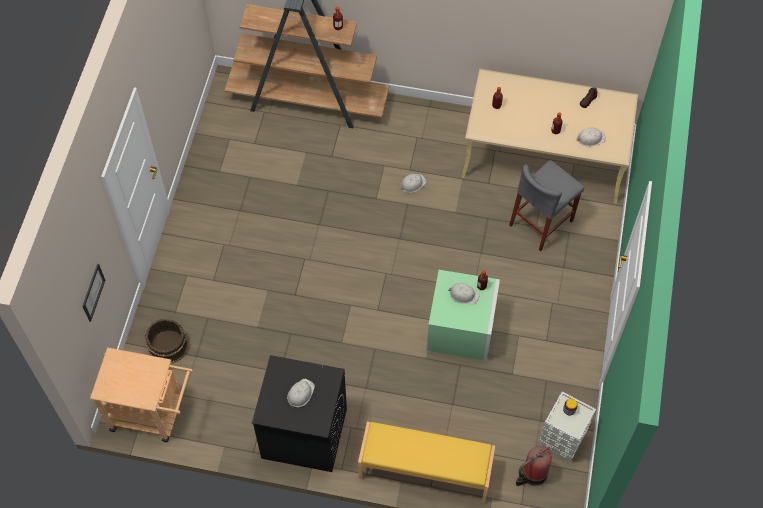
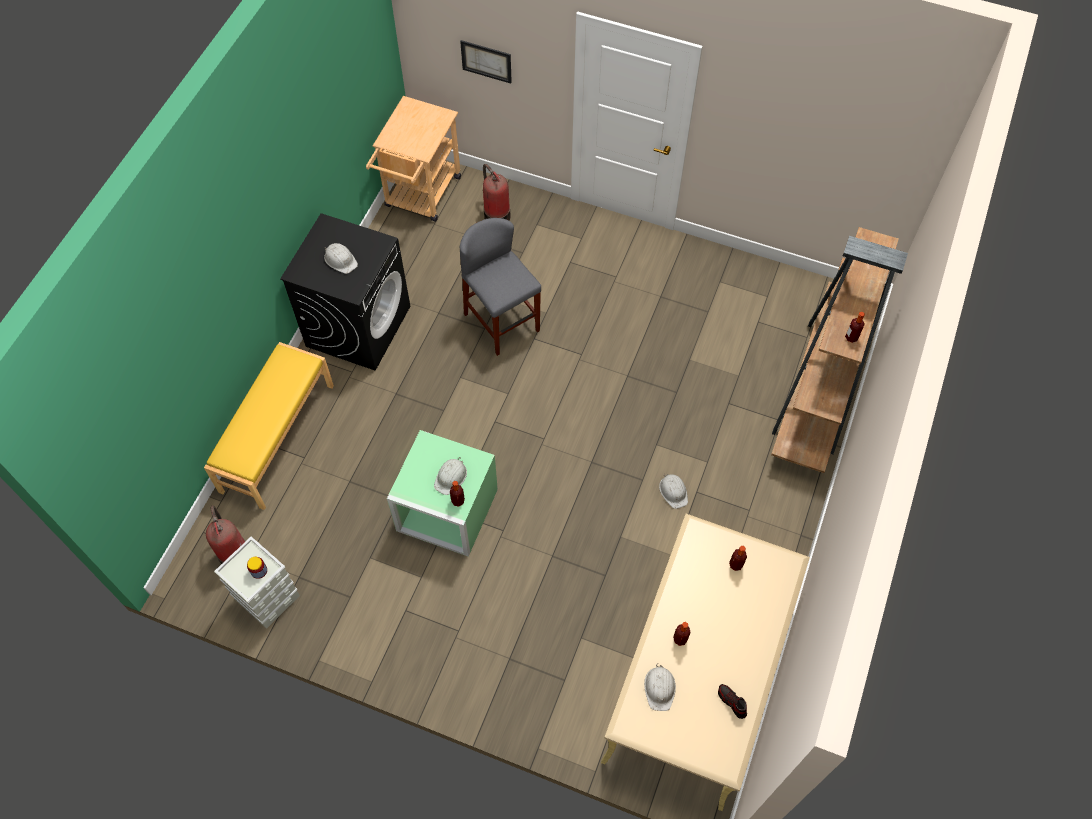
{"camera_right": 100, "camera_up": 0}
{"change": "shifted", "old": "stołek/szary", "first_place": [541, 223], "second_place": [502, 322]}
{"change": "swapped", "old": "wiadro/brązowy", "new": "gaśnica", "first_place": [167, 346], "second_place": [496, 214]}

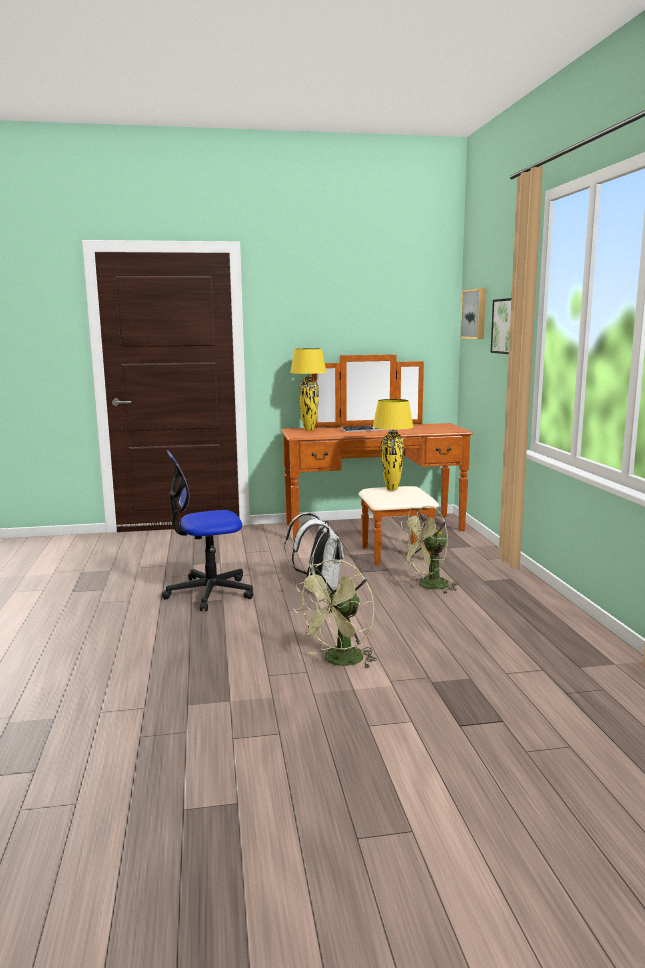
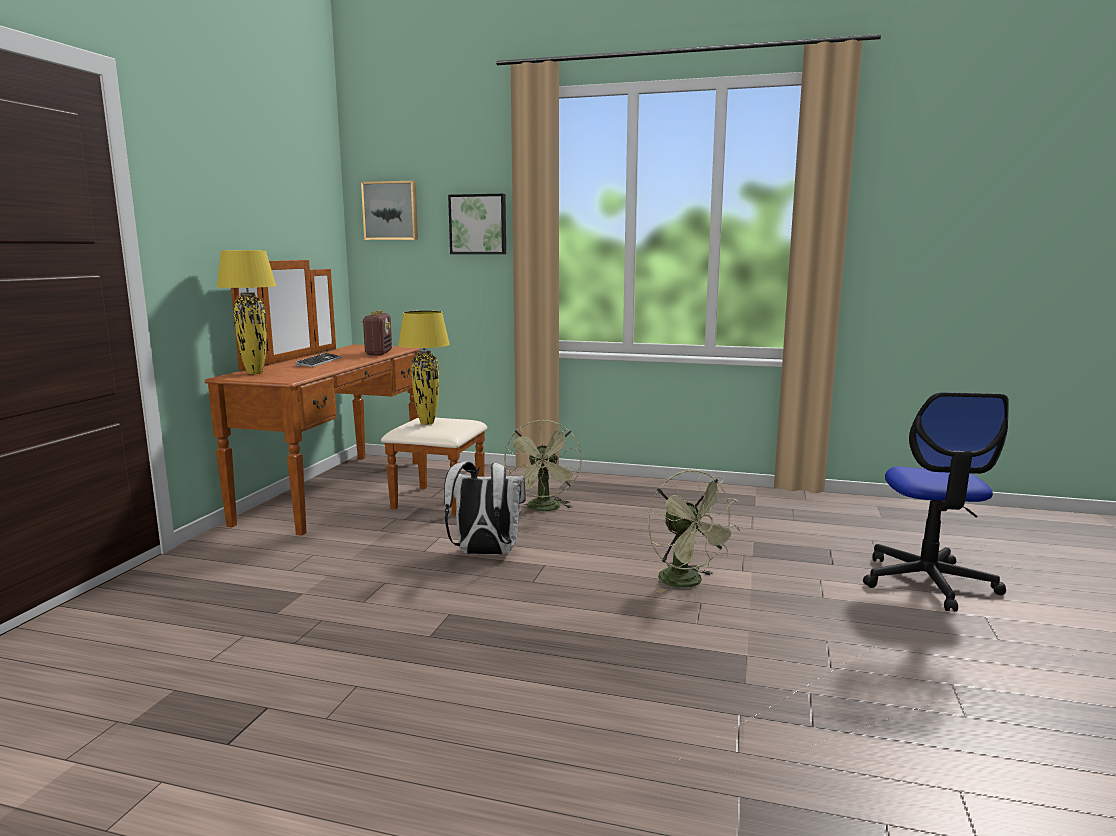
{"camera_right": -65, "camera_up": 0}
{"change": "shifted", "old": "krzesło biurowe", "first_place": [209, 593], "second_place": [927, 582]}
{"change": "new", "new": "radio", "second_place": [378, 353]}

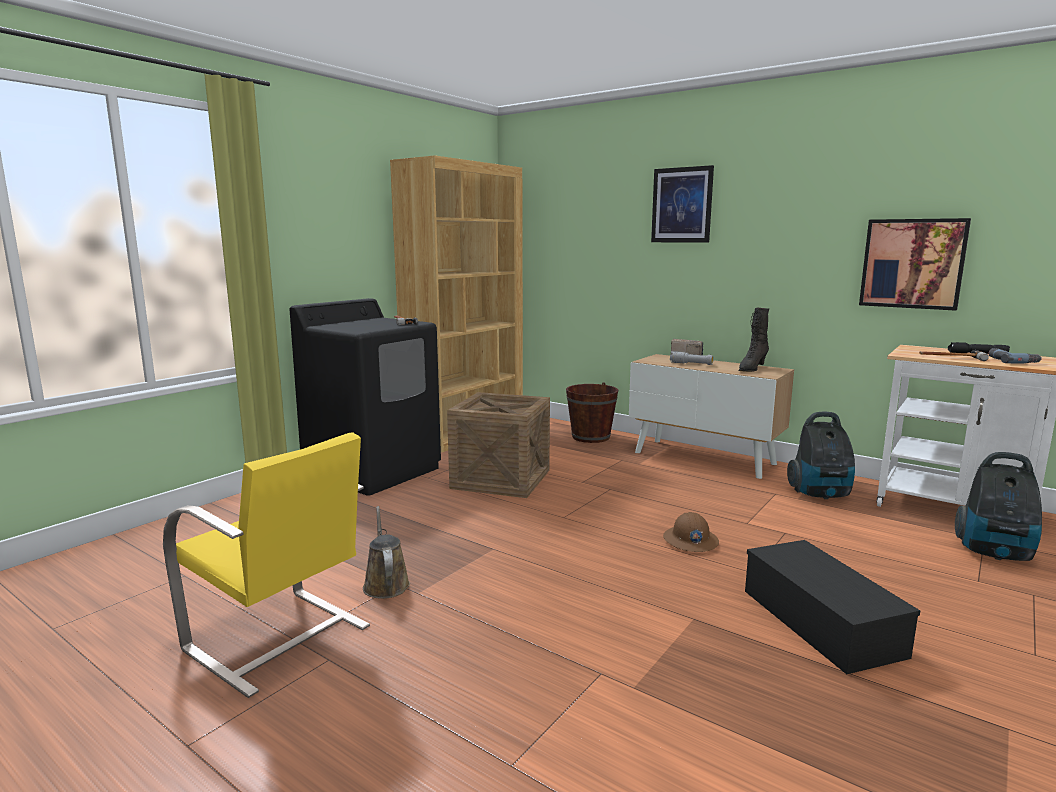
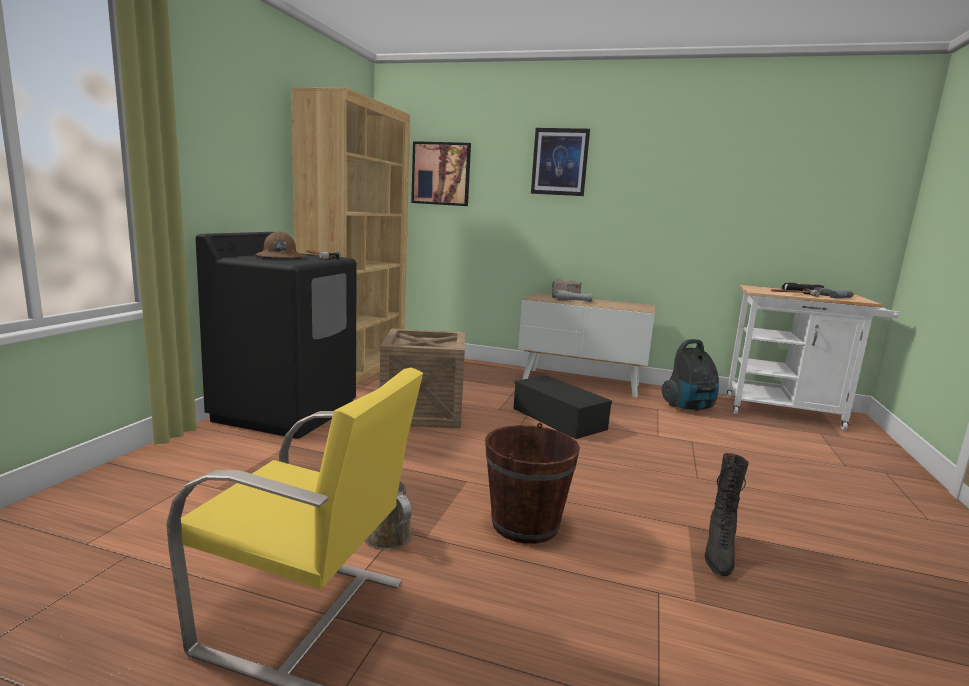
{"camera_right": -20, "camera_up": 0}
{"change": "shifted", "old": "obraz", "first_place": [912, 263], "second_place": [441, 174]}
{"change": "shifted", "old": "but z cholewką/czarny", "first_place": [751, 369], "second_place": [719, 554]}
{"change": "shifted", "old": "wiadro/brązowy", "first_place": [591, 437], "second_place": [525, 524]}
{"change": "gone", "old": "odkurzacz", "first_place": [995, 553]}
{"change": "shifted", "old": "kask/brązowy", "first_place": [690, 541], "second_place": [279, 257]}
{"change": "shifted", "old": "pojemnik do przechowywania/czarny", "first_place": [823, 623], "second_place": [560, 419]}

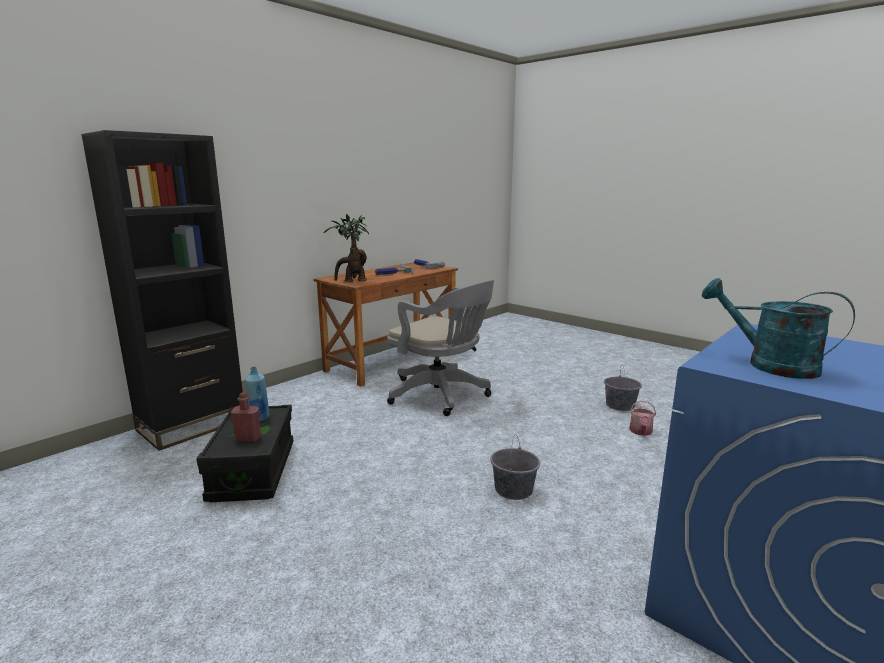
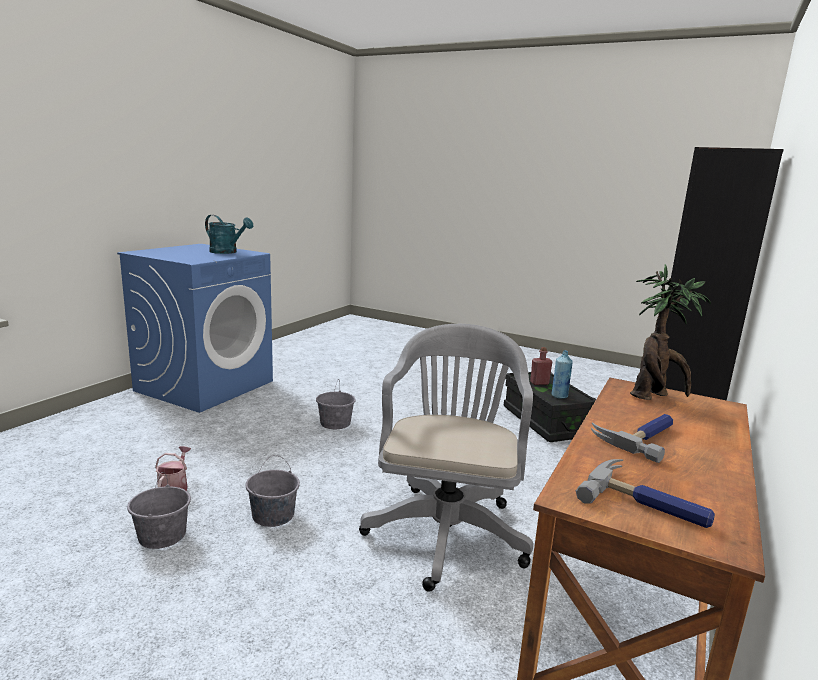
{"camera_right": 165, "camera_up": 0}
{"change": "rotated", "old": "krzesło biurowe/szary", "first_place": [442, 395], "second_place": [447, 529], "degrees": 75}
{"change": "new", "new": "wiadro/szary", "second_place": [273, 515]}

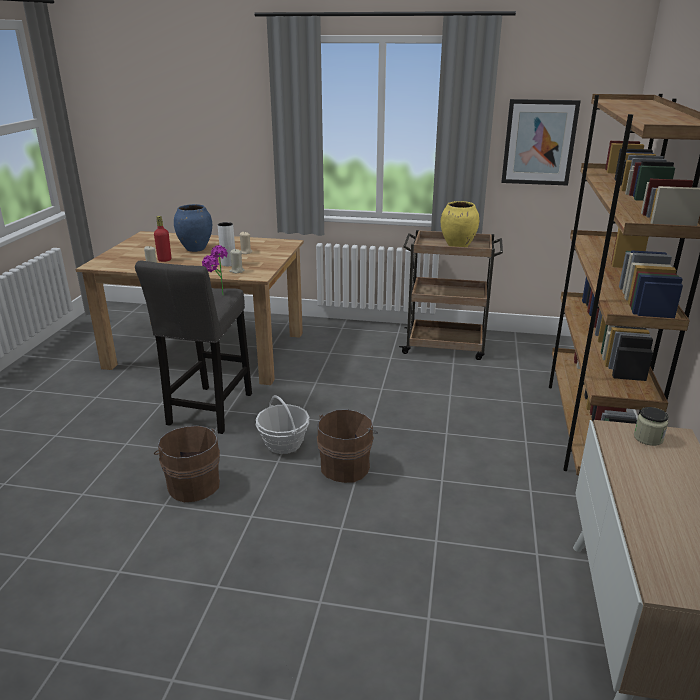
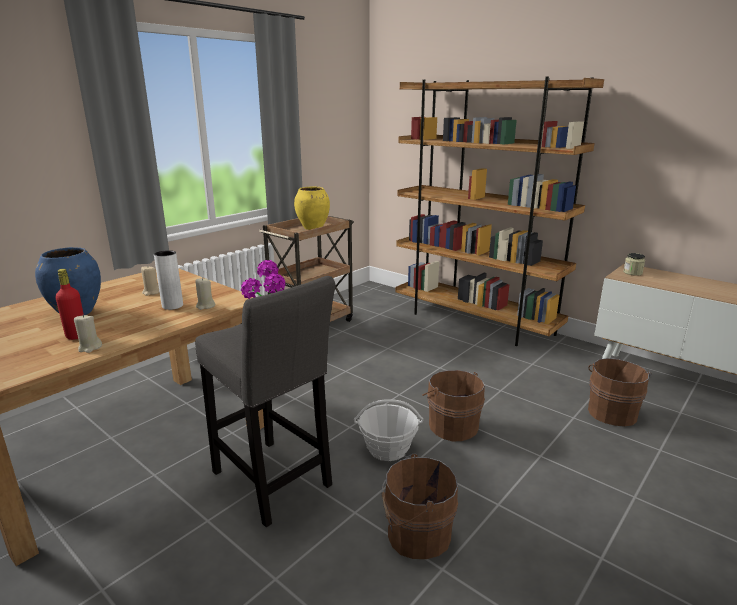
{"camera_right": -60, "camera_up": -5}
{"change": "gone", "old": "obraz", "first_place": [539, 142]}
{"change": "new", "new": "wiadro/brązowy", "second_place": [612, 411]}

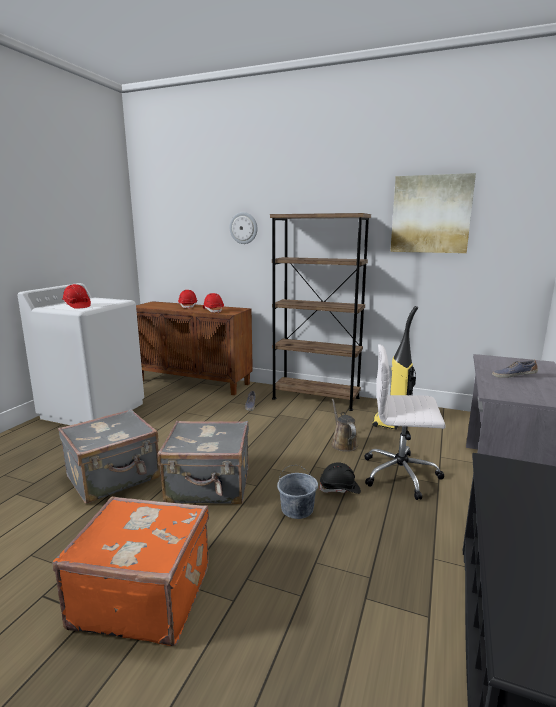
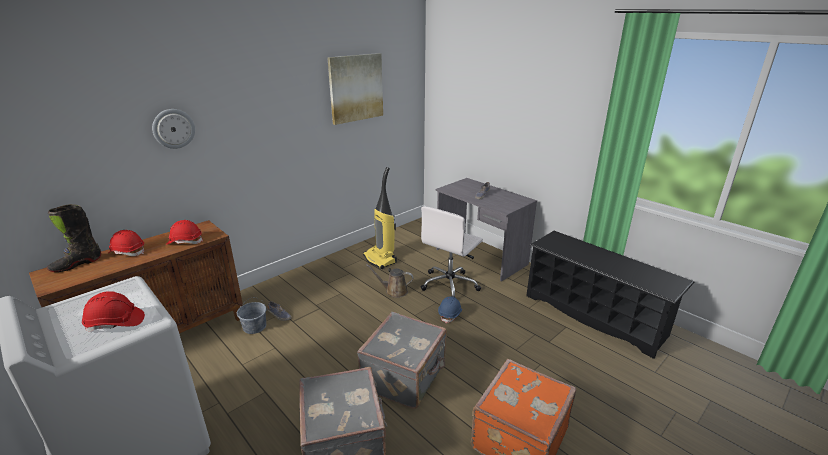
{"camera_right": -65, "camera_up": 10}
{"change": "gone", "old": "regał/brązowy", "first_place": [316, 398]}
{"change": "repainted", "old": "kask/czarny", "new": "kask/niebieski", "first_place": [340, 489], "second_place": [450, 314]}
{"change": "shifted", "old": "wiadro/szary", "first_place": [297, 509], "second_place": [255, 327]}
{"change": "new", "new": "but z cholewką/czarny", "second_place": [76, 264]}

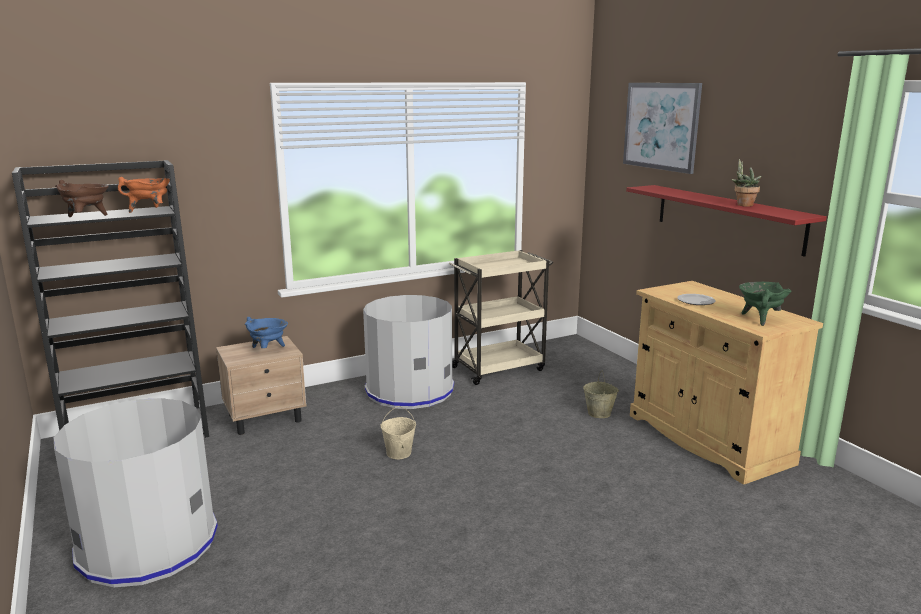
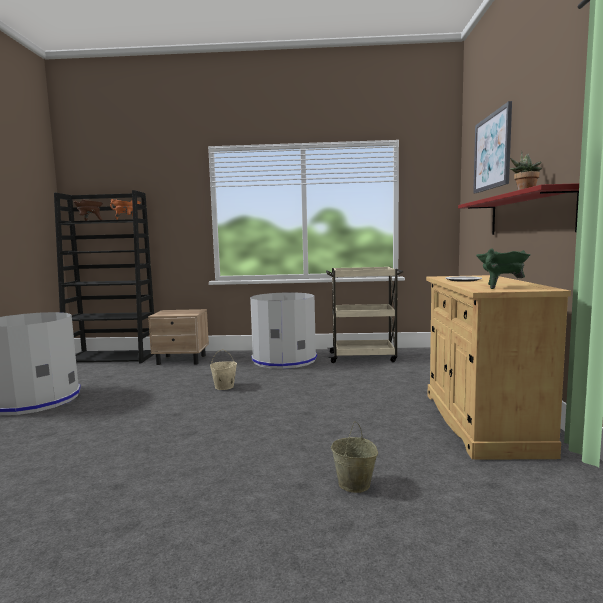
{"camera_right": 30, "camera_up": -10}
{"change": "gone", "old": "garnek/niebieski", "first_place": [268, 349]}
{"change": "shifted", "old": "wiadro/beżowy", "first_place": [599, 413], "second_place": [355, 484]}

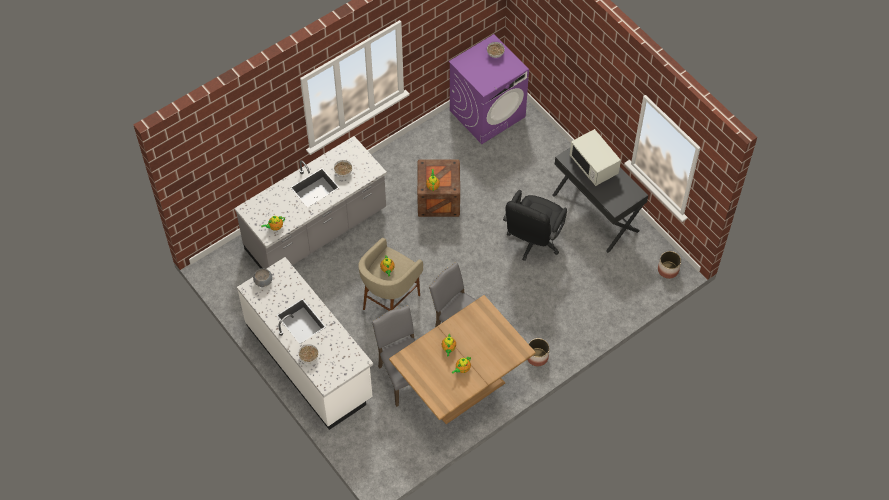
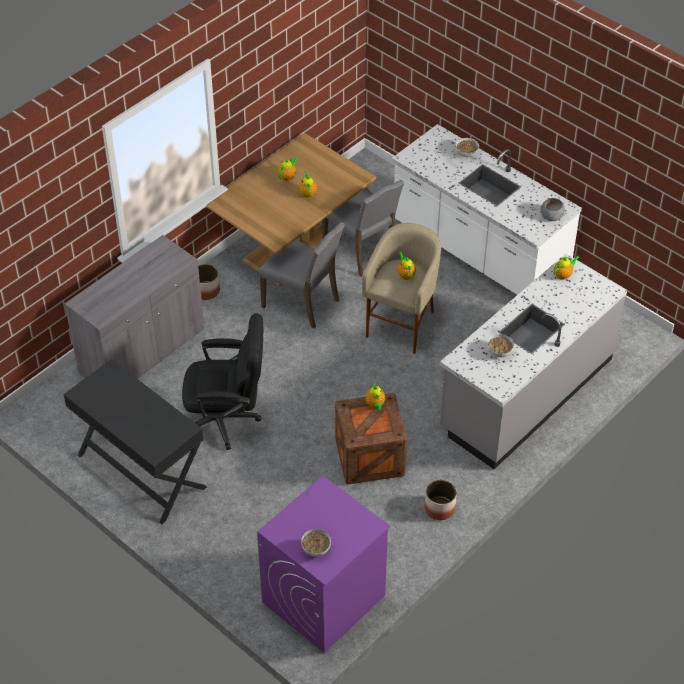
{"camera_right": 170, "camera_up": -10}
{"change": "gone", "old": "mikrofalówka/biały", "first_place": [594, 165]}
{"change": "rotated", "old": "krzesło biurowe/czarny", "first_place": [533, 242], "second_place": [227, 420], "degrees": 75}
{"change": "shifted", "old": "donica", "first_place": [668, 270], "second_place": [439, 508]}
{"change": "new", "new": "szafka/szary", "second_place": [142, 352]}

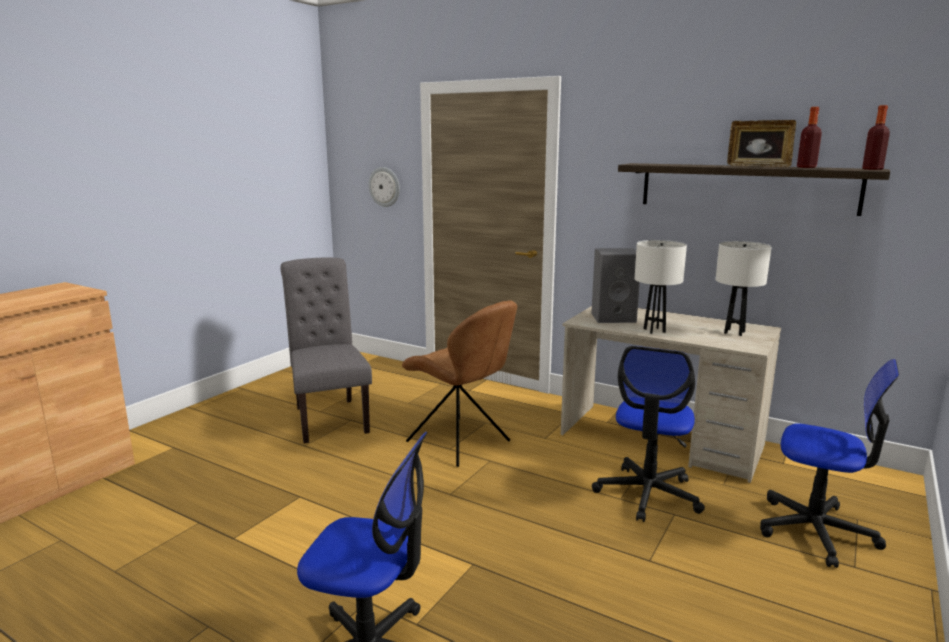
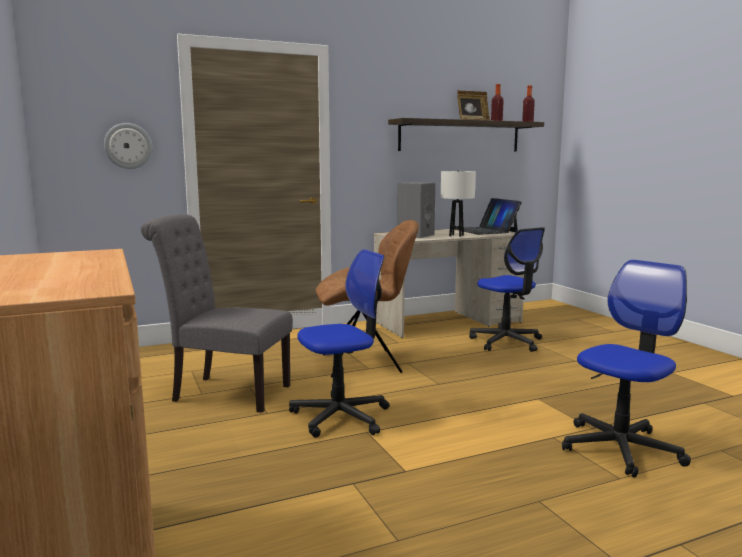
{"camera_right": -55, "camera_up": -5}
{"change": "swapped", "old": "lampa stołowa/biały", "new": "laptop", "first_place": [734, 332], "second_place": [484, 230]}
{"change": "shifted", "old": "krzesło biurowe", "first_place": [816, 531], "second_place": [341, 416]}

